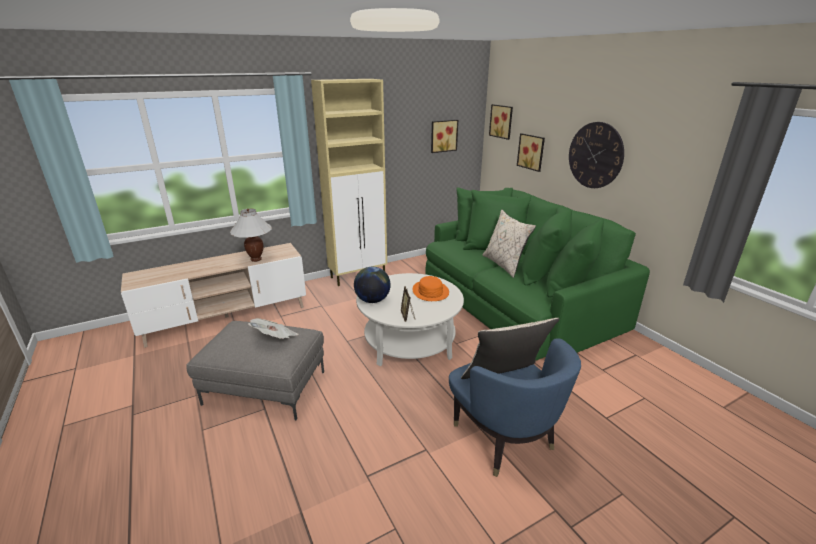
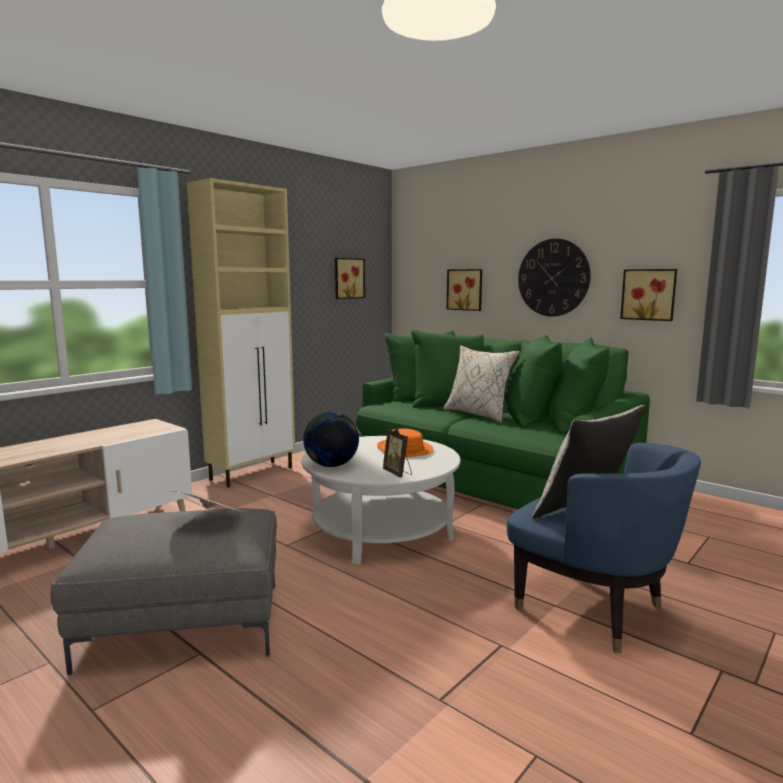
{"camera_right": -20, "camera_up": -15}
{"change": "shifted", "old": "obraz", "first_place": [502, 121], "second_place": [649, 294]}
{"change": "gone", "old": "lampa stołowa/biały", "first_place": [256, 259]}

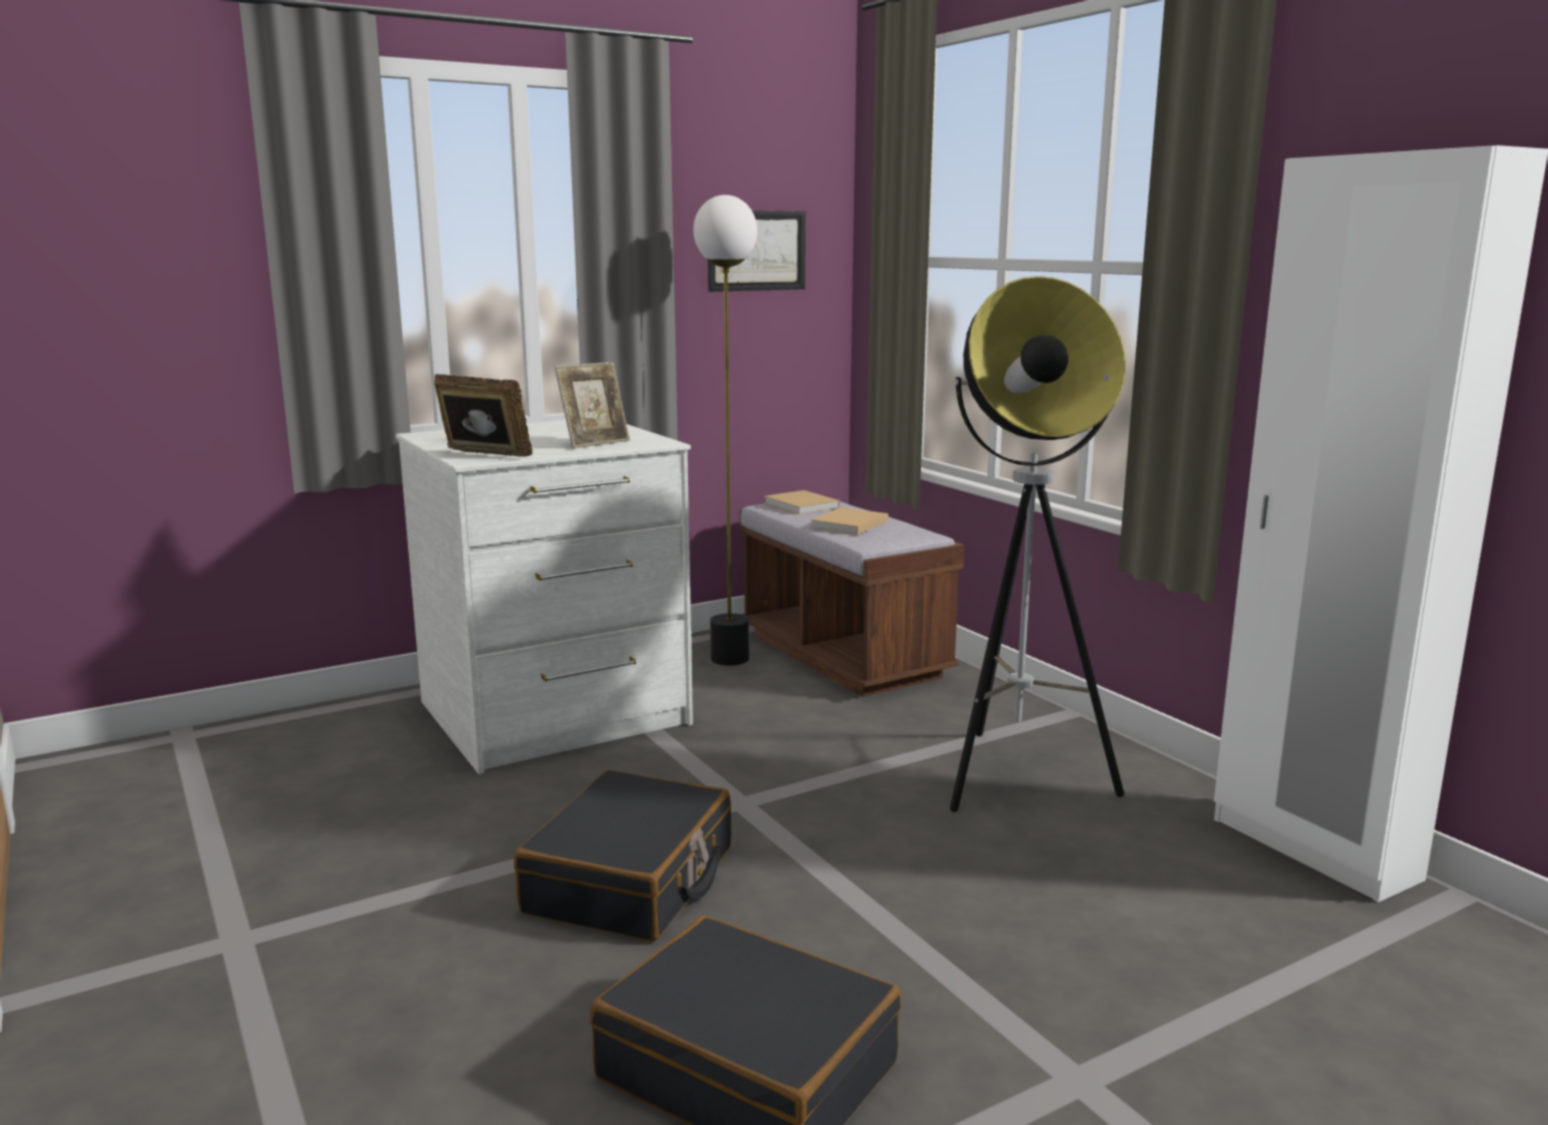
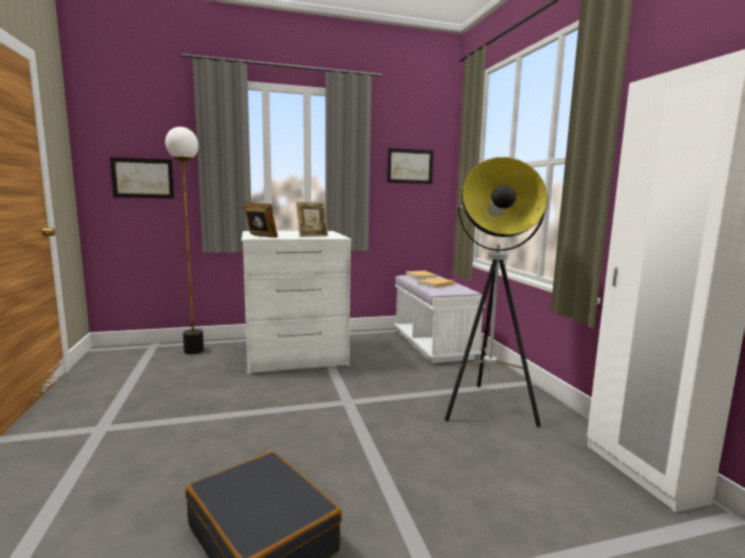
{"camera_right": 15, "camera_up": -5}
{"change": "shifted", "old": "lampa stojąca", "first_place": [730, 658], "second_place": [194, 351]}
{"change": "repainted", "old": "ławka/brązowy", "new": "ławka/biały", "first_place": [843, 656], "second_place": [433, 345]}
{"change": "gone", "old": "walizka/czarny", "first_place": [631, 880]}
{"change": "new", "new": "obraz", "second_place": [143, 178]}

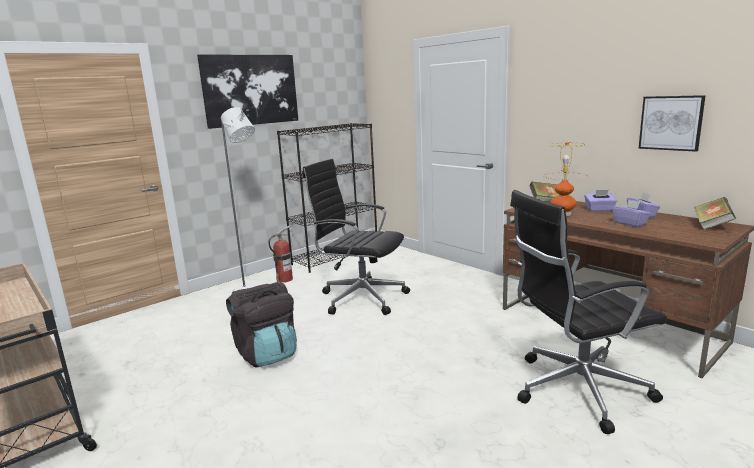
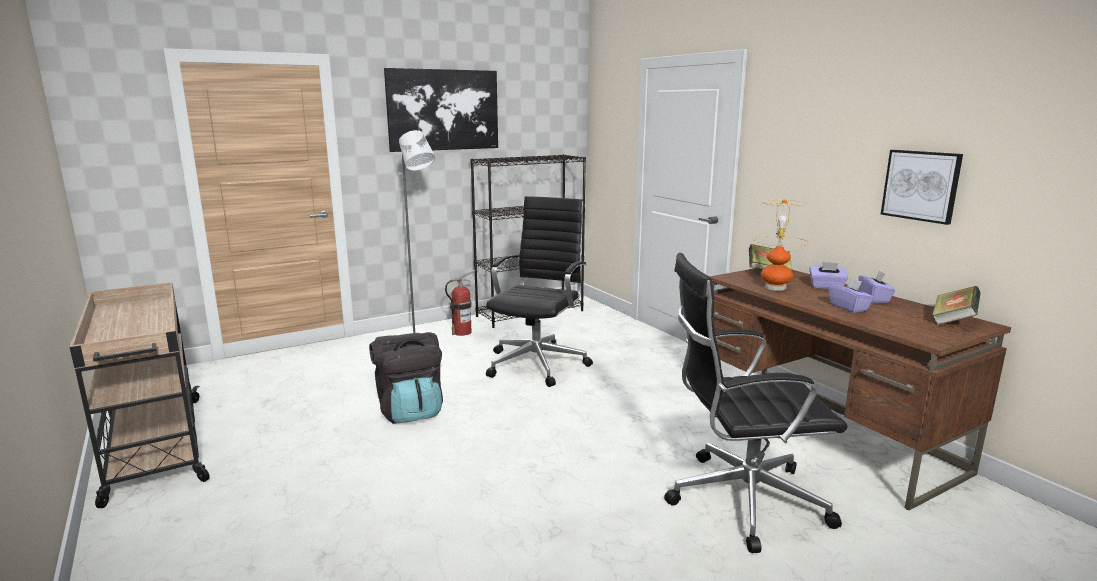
{"camera_right": 10, "camera_up": 0}
{"change": "rotated", "old": "krzesło biurowe/czarny", "first_place": [360, 298], "second_place": [538, 363], "degrees": 75}

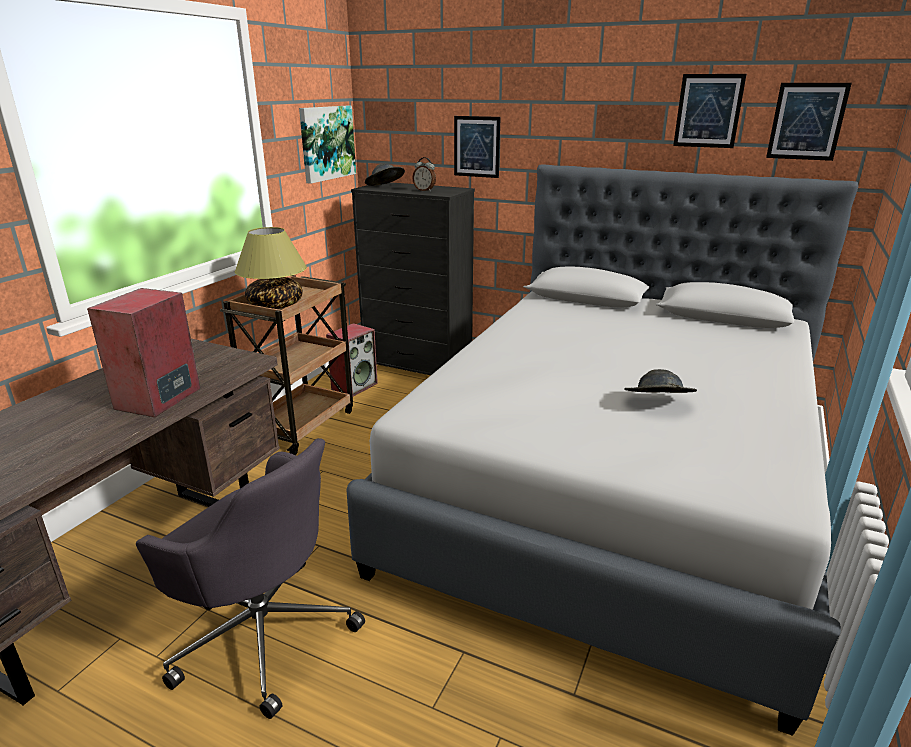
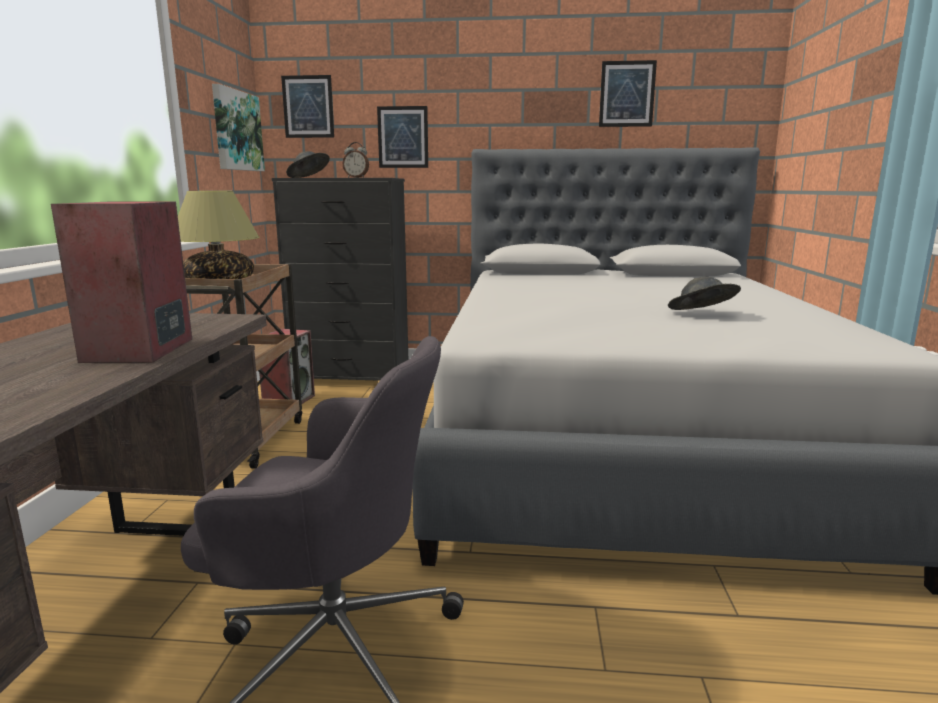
{"camera_right": -20, "camera_up": -10}
{"change": "shifted", "old": "obraz", "first_place": [807, 121], "second_place": [308, 106]}

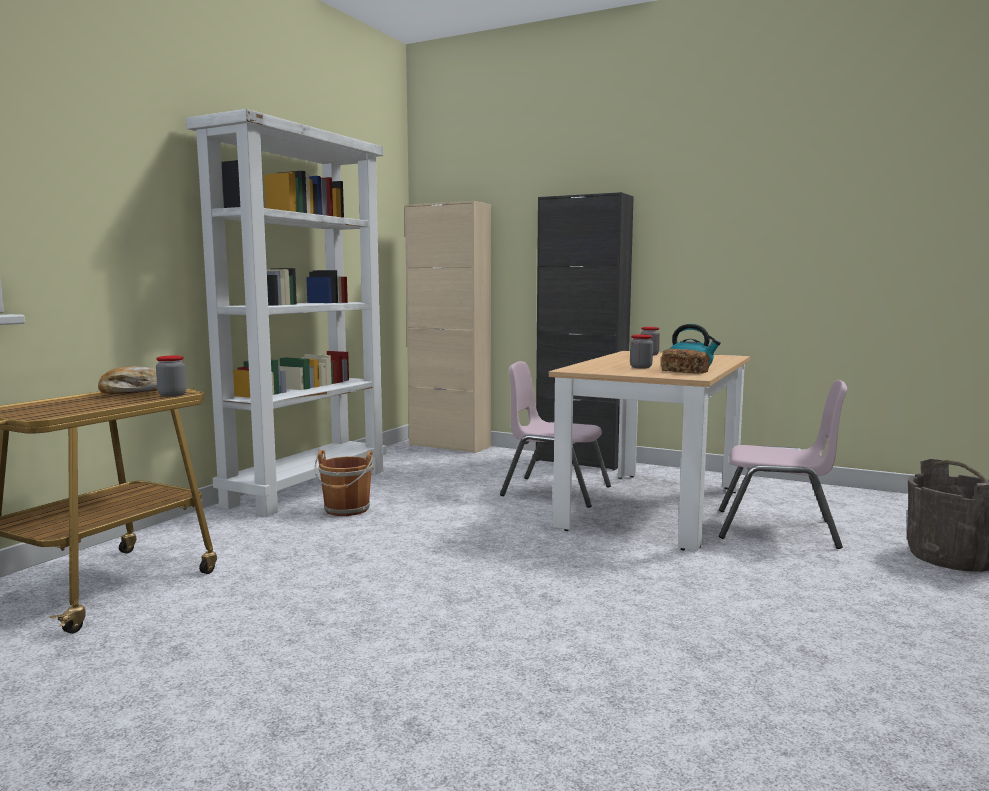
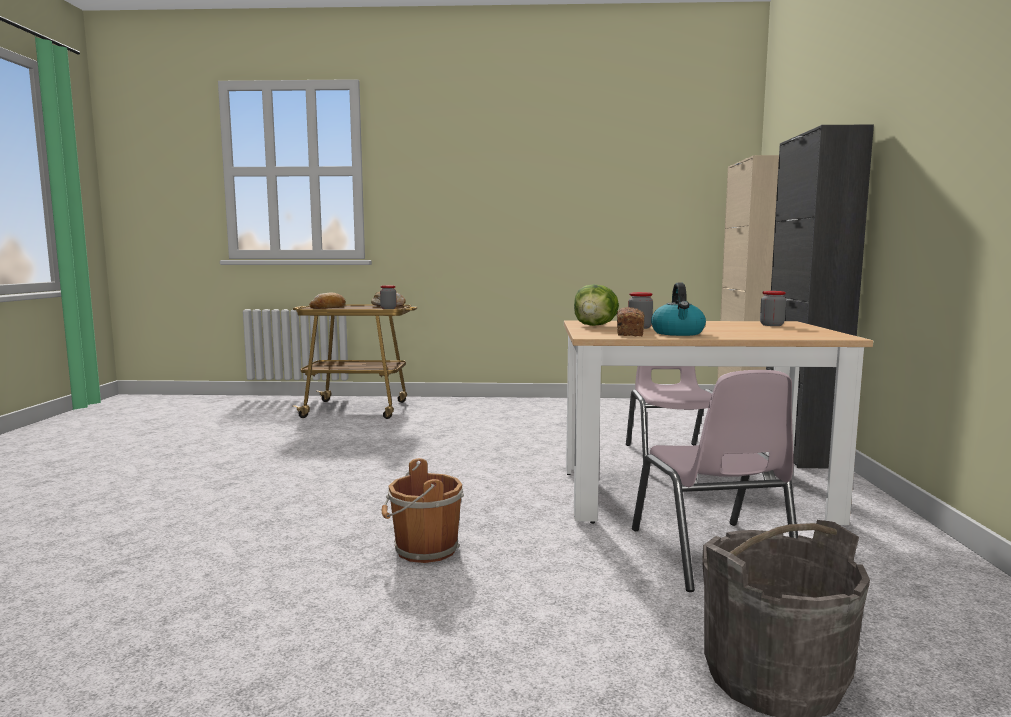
{"camera_right": 65, "camera_up": 0}
{"change": "gone", "old": "regał/biały", "first_place": [308, 487]}
{"change": "shifted", "old": "wiadro/brązowy", "first_place": [346, 510], "second_place": [423, 550]}
{"change": "new", "new": "sałata", "second_place": [595, 325]}
{"change": "new", "new": "chleb", "second_place": [328, 307]}

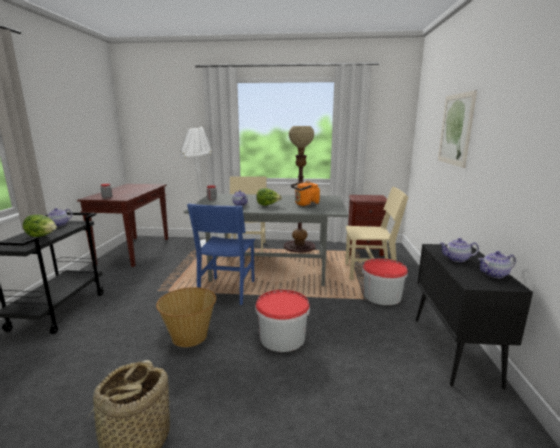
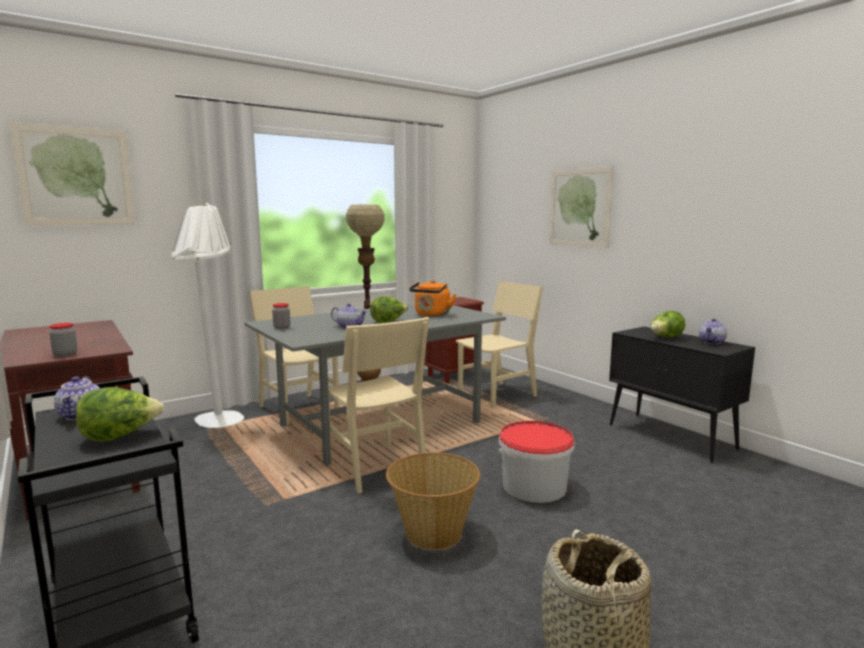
{"camera_right": -40, "camera_up": -5}
{"change": "repainted", "old": "krzesło/niebieski", "new": "krzesło/beżowy", "first_place": [227, 290], "second_place": [374, 466]}
{"change": "swapped", "old": "imbryk", "new": "sałata", "first_place": [456, 259], "second_place": [665, 338]}
{"change": "gone", "old": "wiadro", "first_place": [382, 296]}
{"change": "new", "new": "obraz", "second_place": [76, 176]}

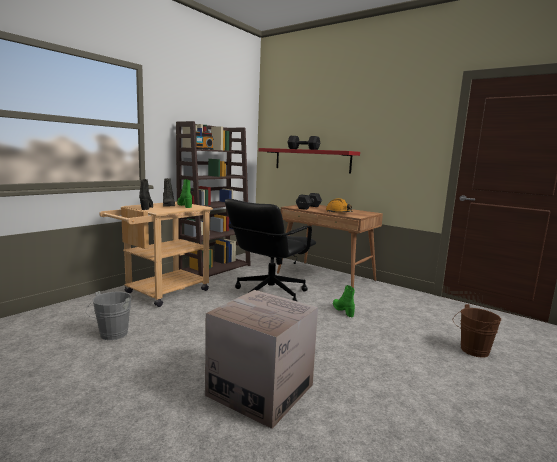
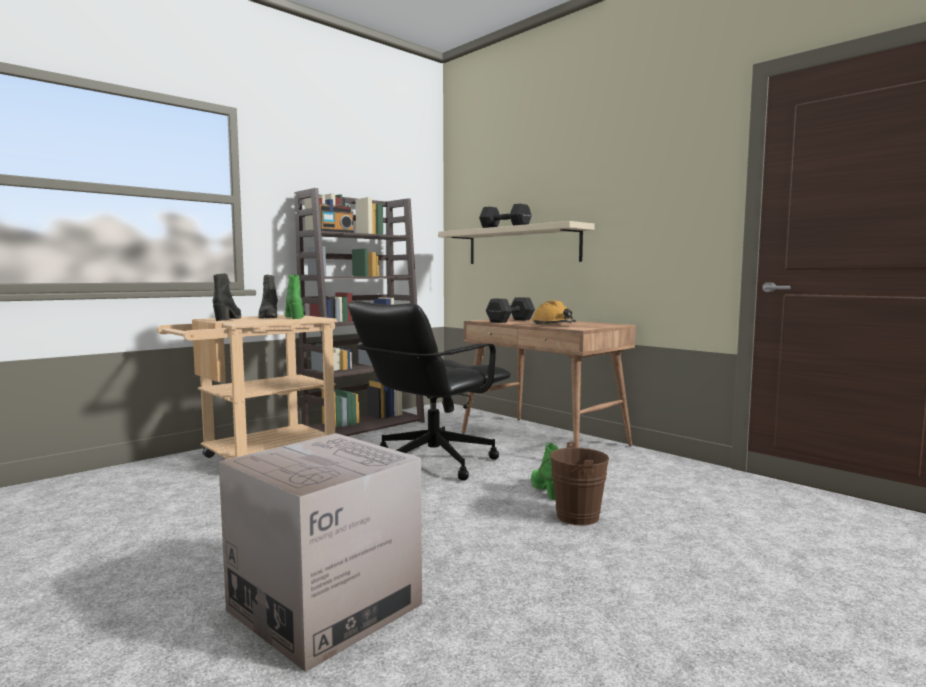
{"camera_right": 10, "camera_up": -5}
{"change": "repainted", "old": "półka/czerwony", "new": "półka/beżowy", "first_place": [312, 160], "second_place": [522, 245]}
{"change": "gone", "old": "wiadro/szary", "first_place": [111, 335]}
{"change": "shifted", "old": "wiadro/brązowy", "first_place": [472, 351], "second_place": [572, 516]}

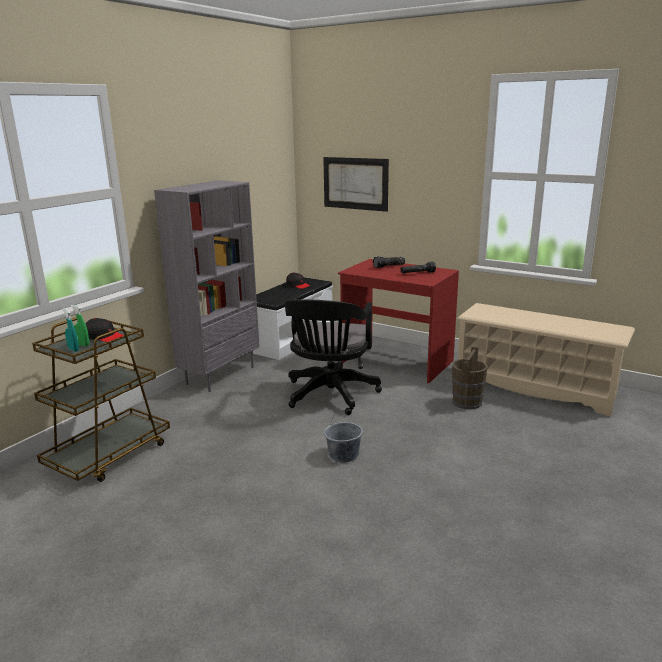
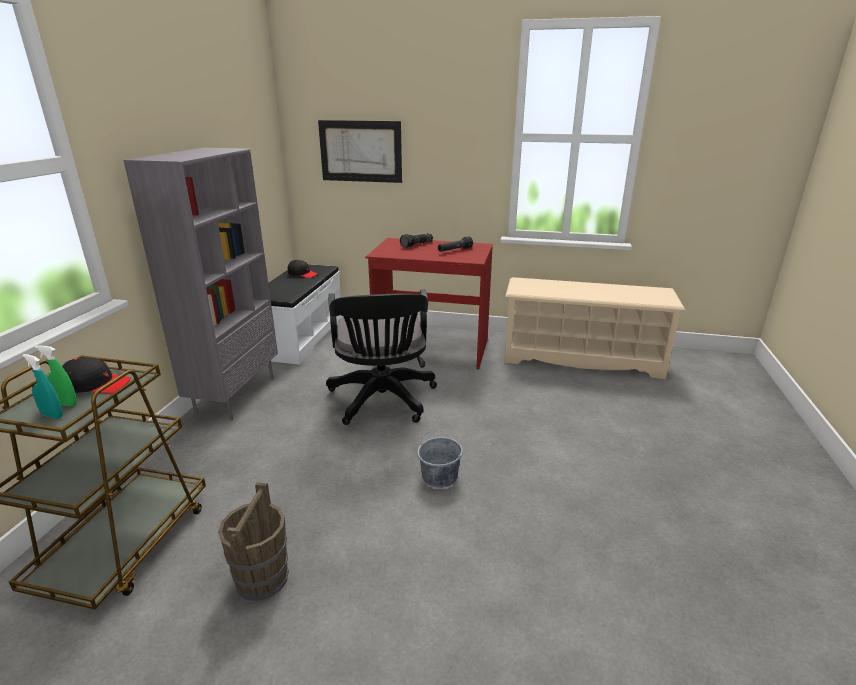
{"camera_right": -20, "camera_up": 5}
{"change": "shifted", "old": "wiadro/brązowy", "first_place": [467, 402], "second_place": [262, 578]}

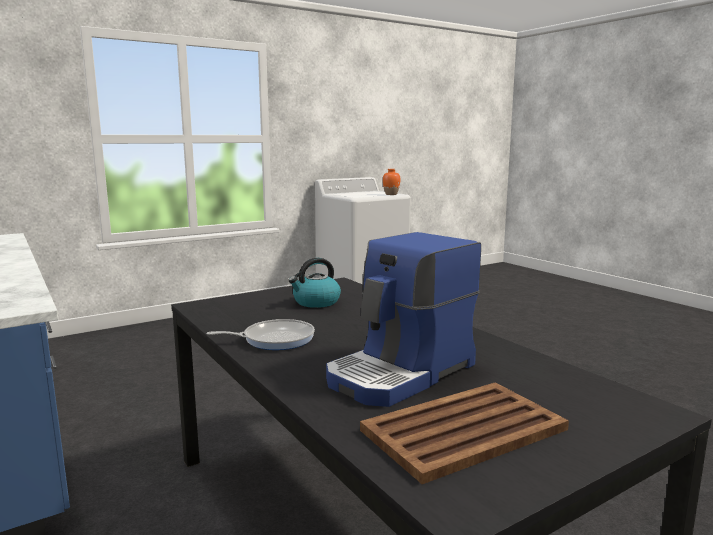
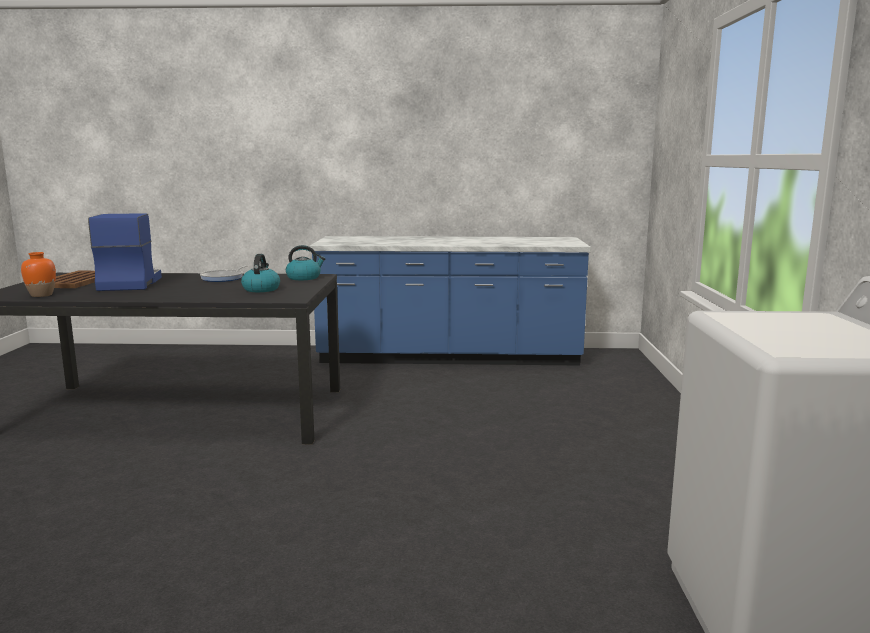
{"camera_right": 125, "camera_up": 0}
{"change": "shifted", "old": "wazon/pomarańczowy", "first_place": [391, 194], "second_place": [42, 295]}
{"change": "new", "new": "czajnik", "second_place": [304, 278]}

